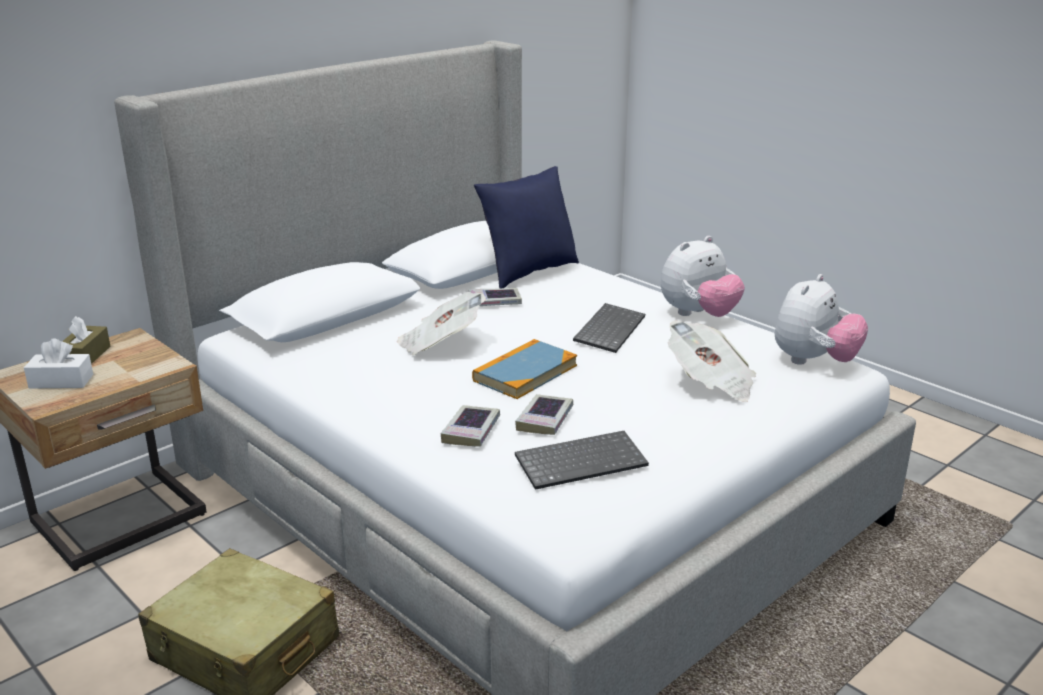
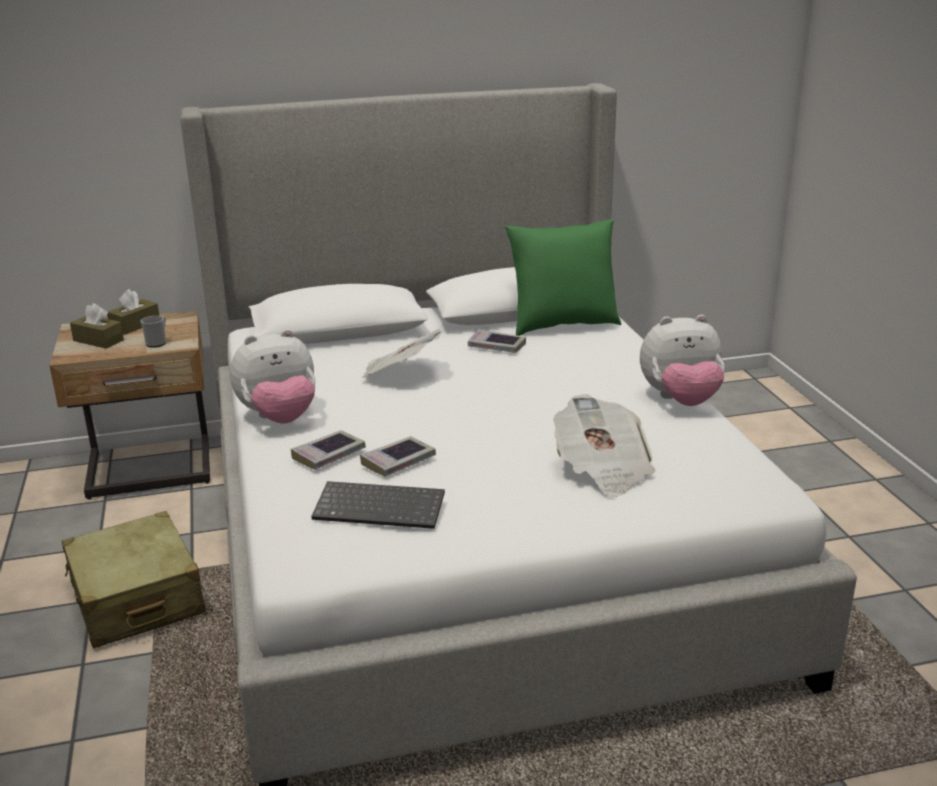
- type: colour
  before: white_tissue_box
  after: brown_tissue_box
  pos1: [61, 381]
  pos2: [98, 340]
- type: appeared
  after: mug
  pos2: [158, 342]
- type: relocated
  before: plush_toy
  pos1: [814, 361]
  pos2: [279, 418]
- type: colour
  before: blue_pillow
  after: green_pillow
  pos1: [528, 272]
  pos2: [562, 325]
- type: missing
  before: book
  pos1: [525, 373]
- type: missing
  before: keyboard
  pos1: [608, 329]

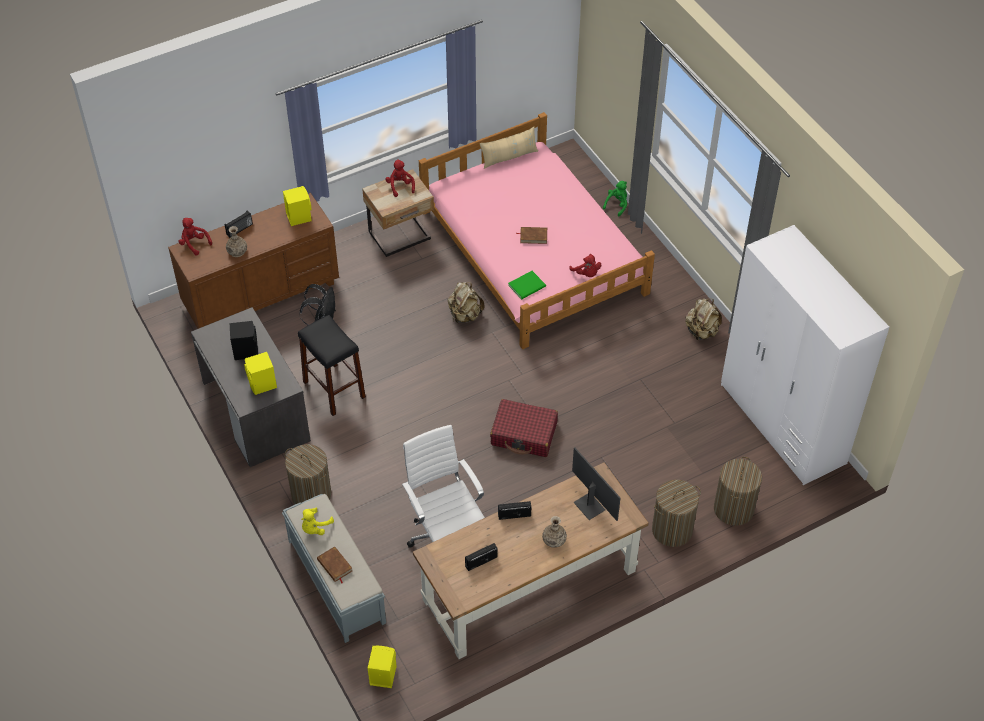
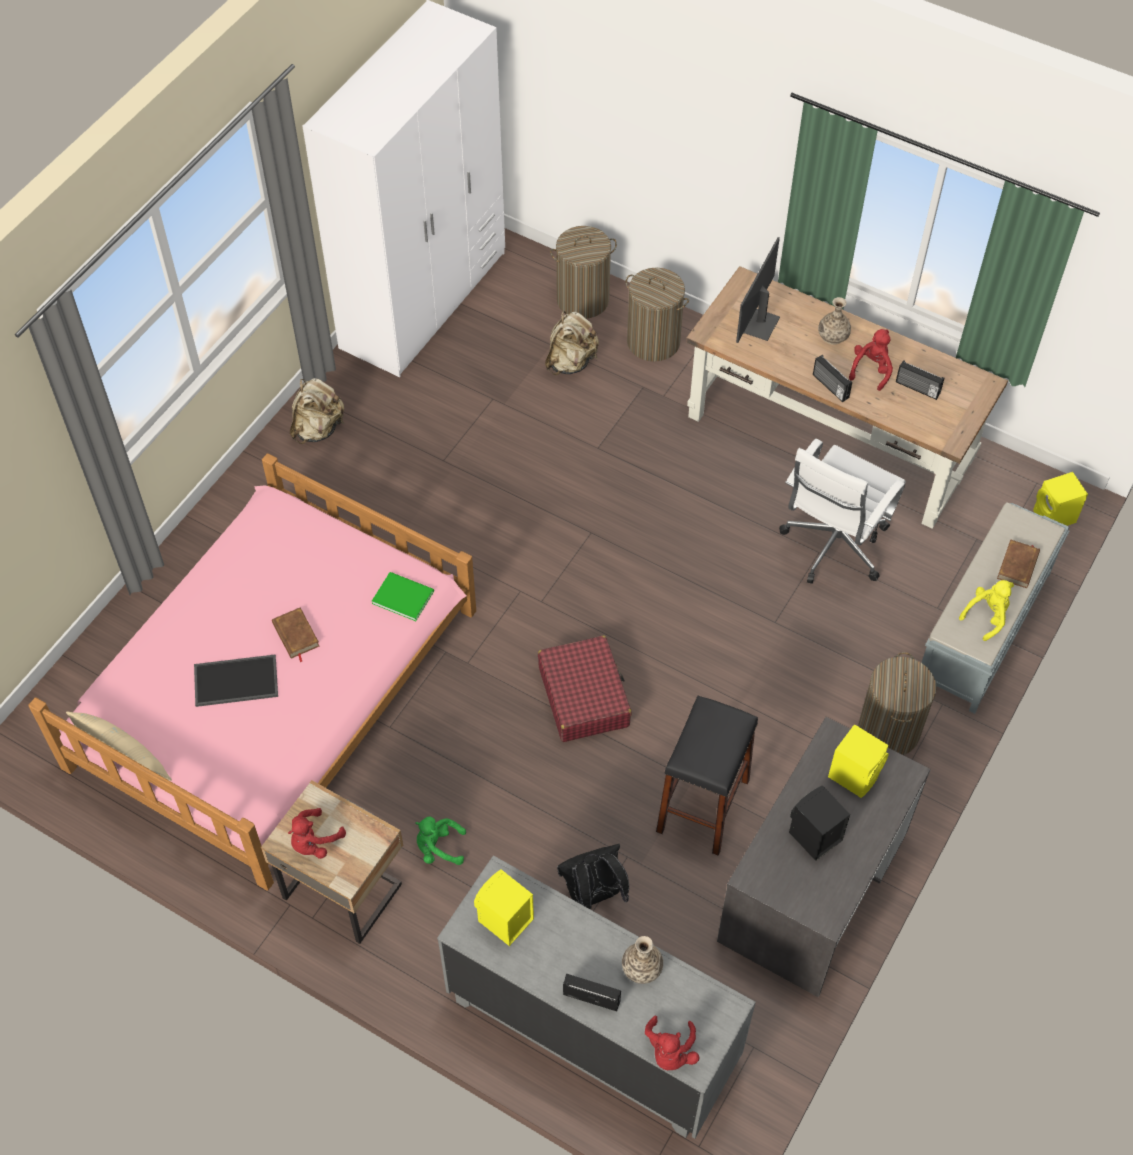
- type: appeared
  after: tray
  pos2: [235, 682]
- type: relocated
  before: green_plush_toy
  pos1: [617, 205]
  pos2: [438, 848]
- type: colour
  before: brown_dresser
  after: grey_dresser
  pos1: [261, 294]
  pos2: [592, 1028]
- type: relocated
  before: red_suitcase
  pos1: [524, 434]
  pos2: [584, 696]
- type: relocated
  before: beige_backpack
  pos1: [465, 315]
  pos2: [570, 362]
- type: relocated
  before: red_plush_toy
  pos1: [586, 274]
  pos2: [871, 370]
- type: spun
  before: yellow_plush_toy
  pos1: [315, 528]
  pos2: [987, 616]
  turn: -45

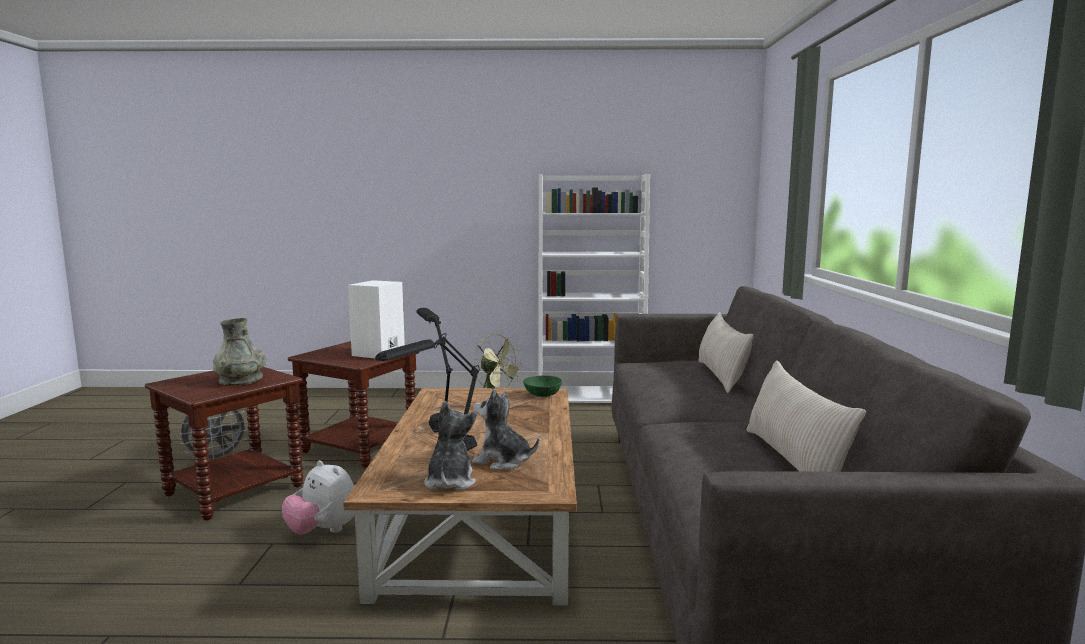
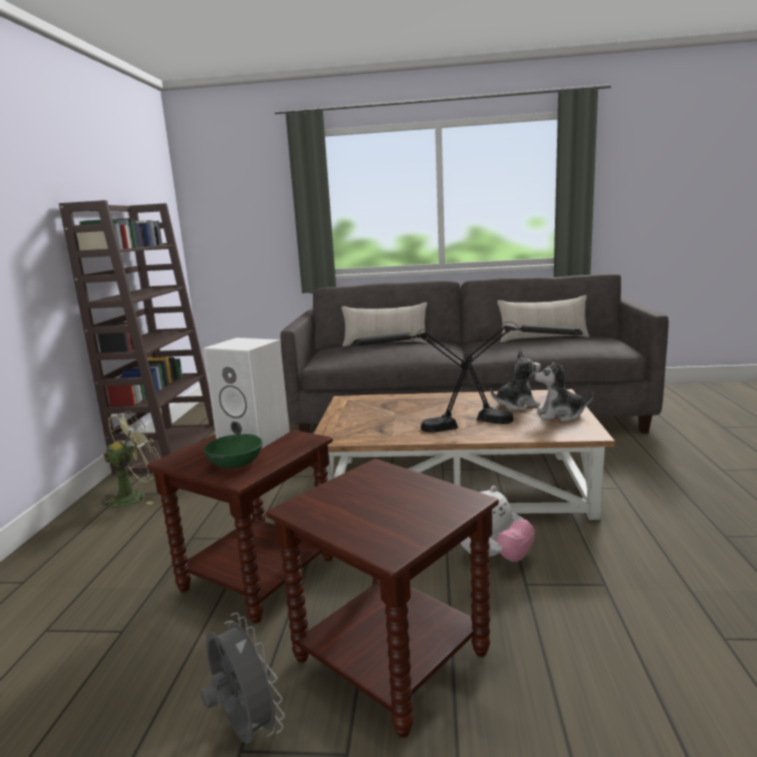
- type: colour
  before: white_bookcase
  after: brown_bookcase
  pos1: [591, 396]
  pos2: [169, 449]
- type: relocated
  before: green_bowl
  pos1: [543, 394]
  pos2: [235, 463]
- type: spun
  before: plush_toy
  pos1: [503, 461]
  pos2: [516, 405]
  turn: -135
- type: missing
  before: grey_vase
  pos1: [241, 380]

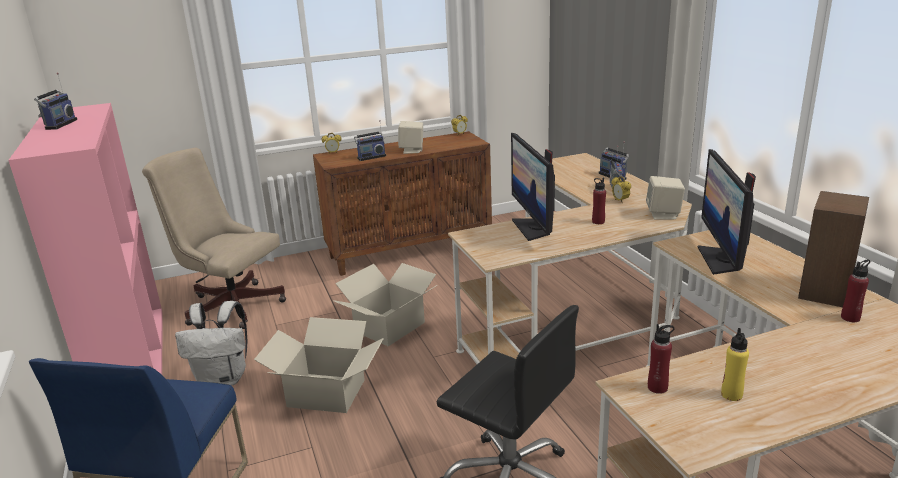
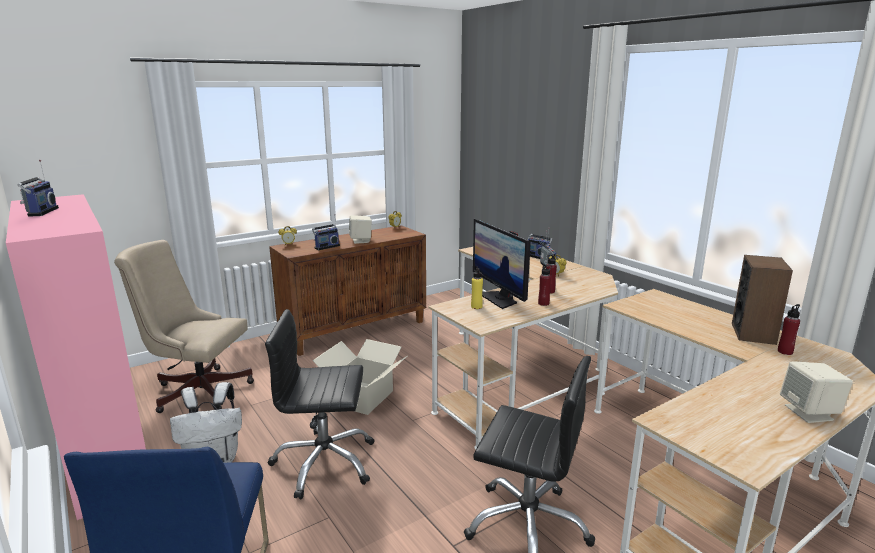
- type: exchanged
  before: cardboard_box
  after: black_office_chair
  pos1: [326, 392]
  pos2: [324, 463]
- type: relocated
  before: yellow_bottle
  pos1: [731, 395]
  pos2: [476, 307]
- type: relocated
  before: red_bottle
  pos1: [657, 387]
  pos2: [543, 303]
- type: relocated
  before: beige_speaker
  pos1: [663, 215]
  pos2: [809, 413]
- type: missing
  before: monitor
  pos1: [721, 260]

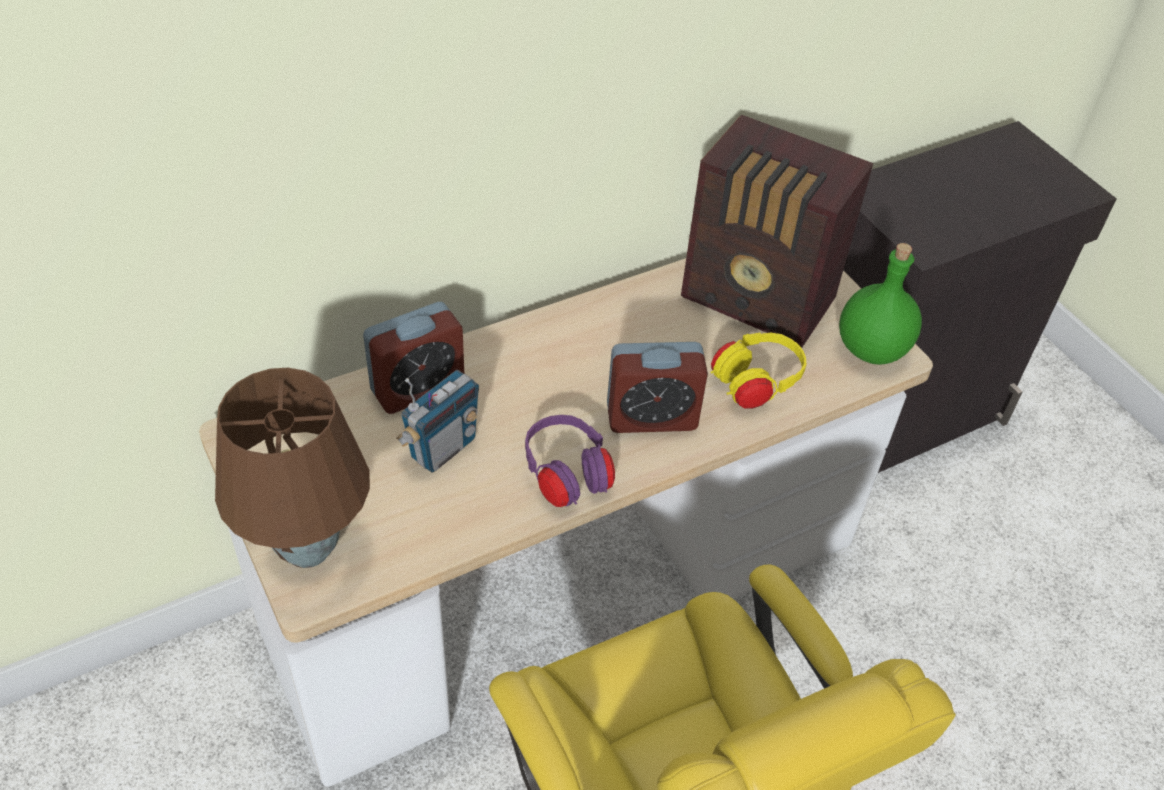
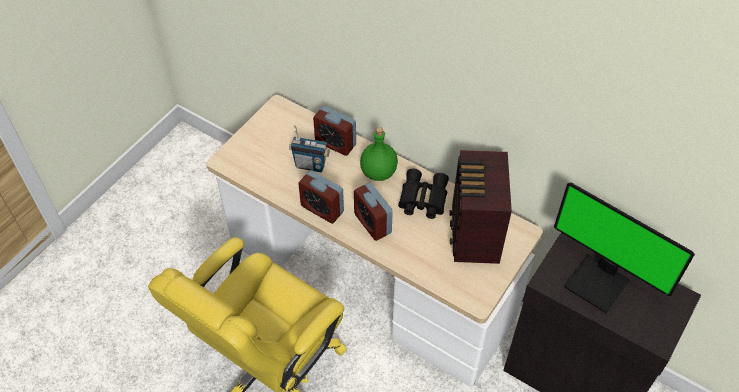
- type: exchanged
  before: purple_headphones
  after: alarm_clock
  pos1: [567, 476]
  pos2: [322, 209]
- type: relocated
  before: green_bottle
  pos1: [870, 348]
  pos2: [379, 172]
- type: appeared
  after: black_binoculars
  pos2: [422, 199]
- type: appeared
  after: monitor
  pos2: [599, 283]
- type: missing
  before: brown_table_lamp
  pos1: [305, 549]
- type: missing
  before: yellow_headphones
  pos1: [755, 384]

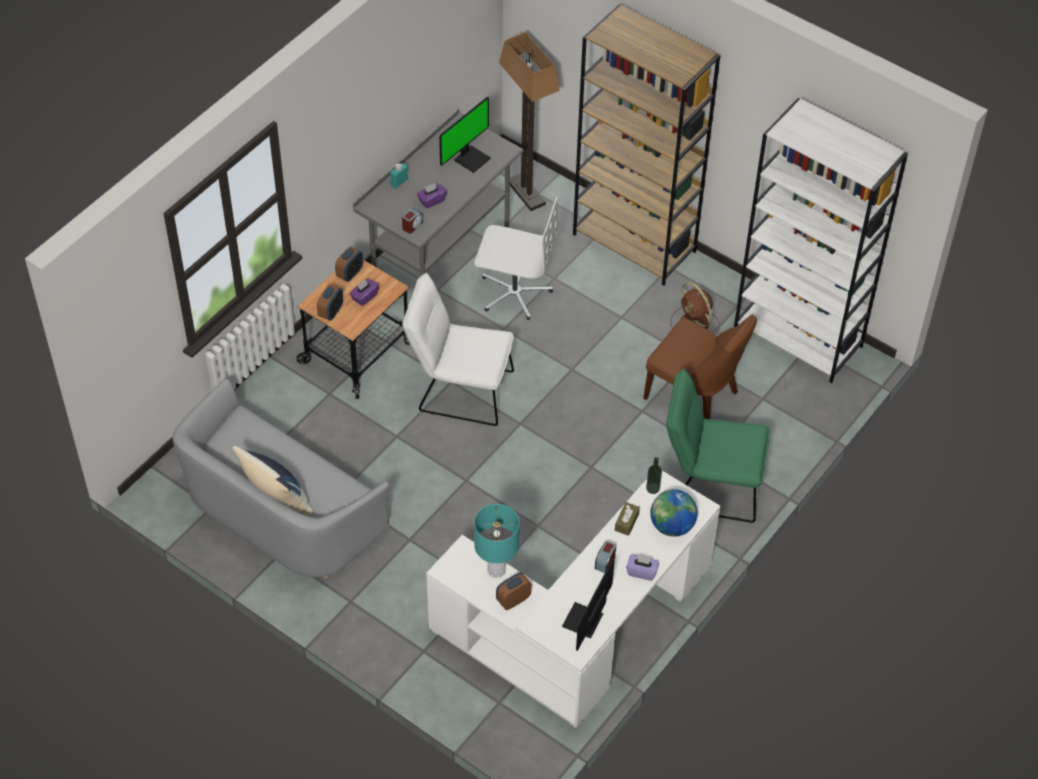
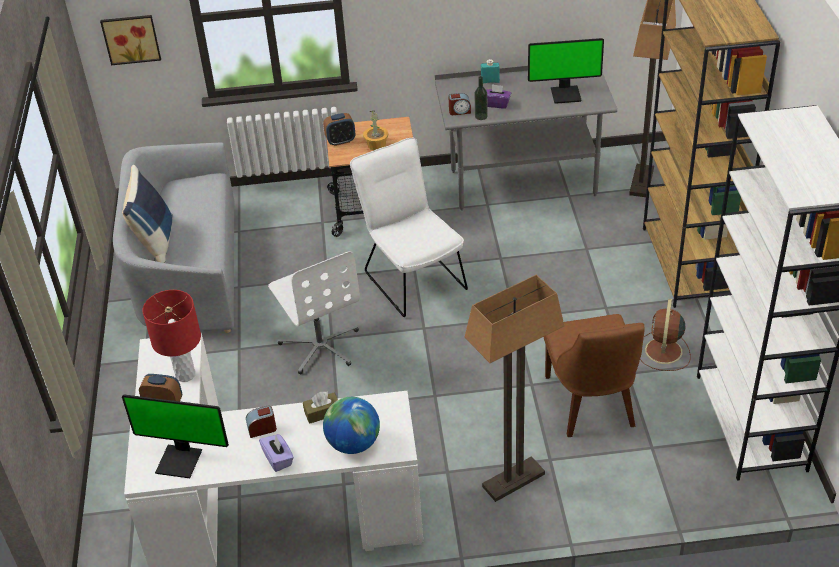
- type: appeared
  after: picture
  pos2: [131, 38]
- type: spun
  before: monitor
  pos1: [584, 622]
  pos2: [180, 460]
  turn: -150
- type: colour
  before: turquoise_table_lamp
  after: red_table_lamp
  pos1: [496, 570]
  pos2: [185, 374]
- type: relocated
  before: white_office_chair
  pos1: [514, 292]
  pos2: [320, 345]
- type: exchanged
  before: purple_tissue_box
  after: potted_plant
  pos1: [364, 297]
  pos2: [376, 145]
- type: exchanged
  before: green_chair
  after: floor_lamp
  pos1: [709, 485]
  pos2: [513, 480]
- type: relocated
  before: bottle
  pos1: [653, 488]
  pos2: [481, 116]
- type: missing
  before: alarm_clock
  pos1: [350, 274]

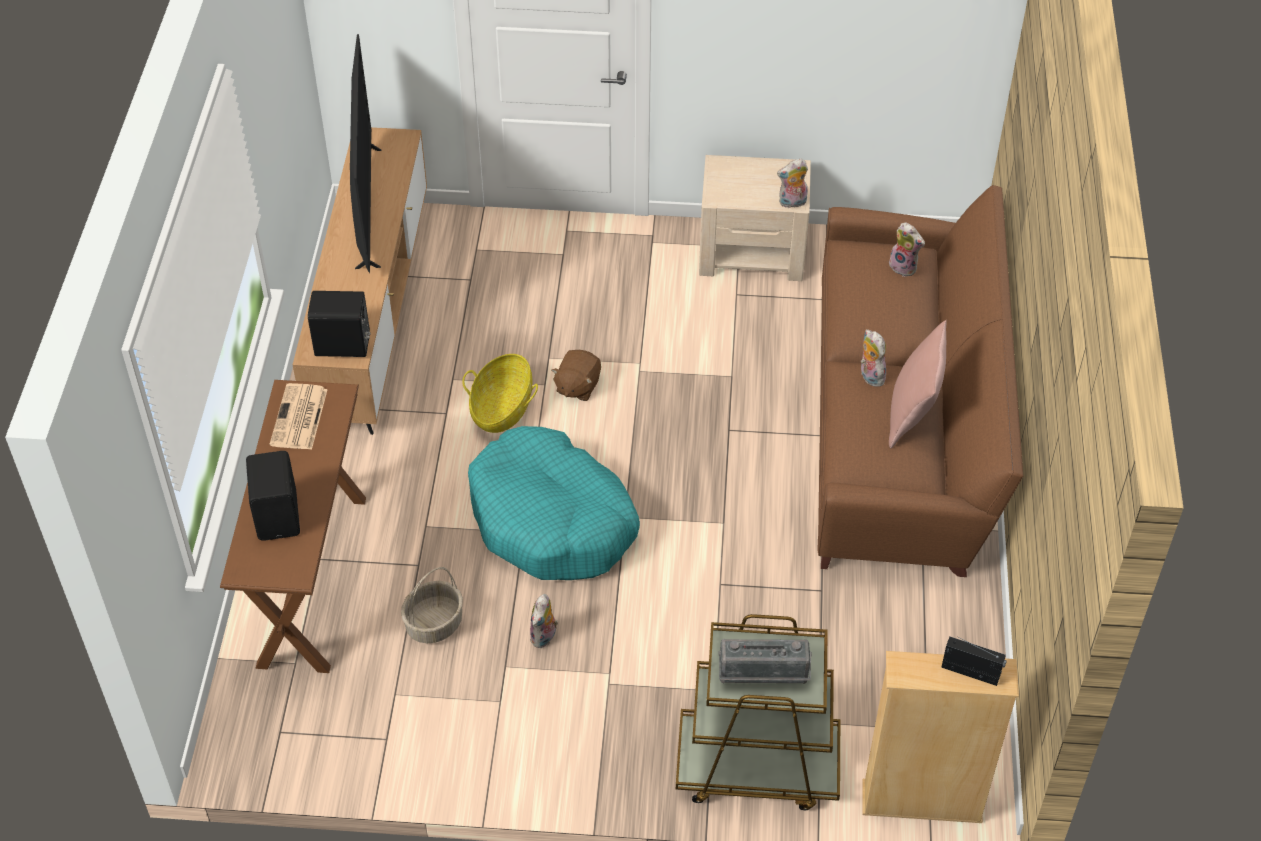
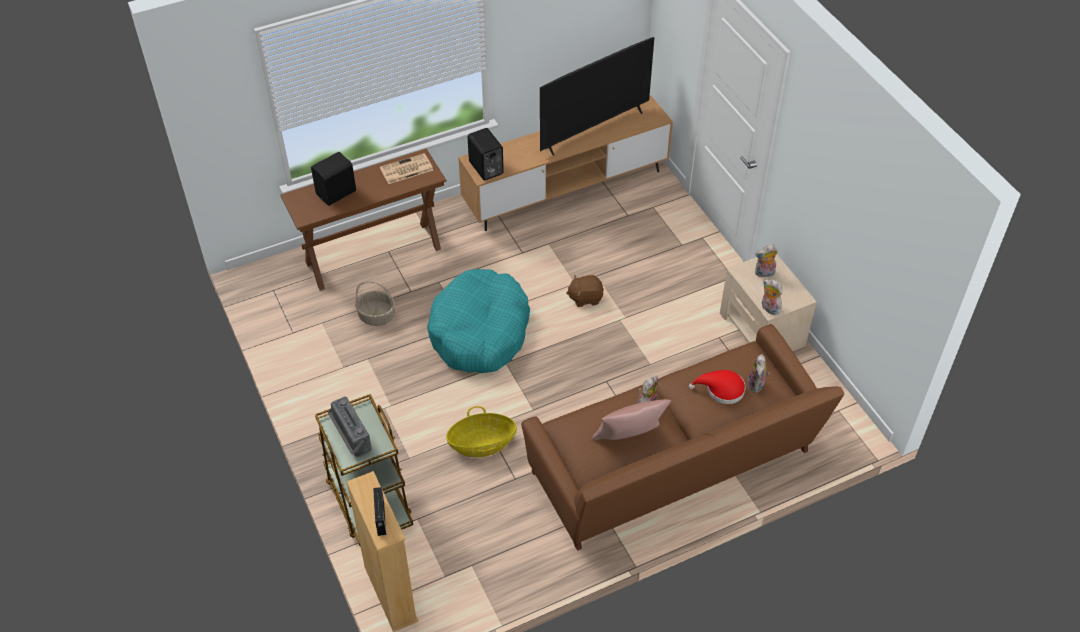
- type: relocated
  before: basket
  pos1: [502, 408]
  pos2: [482, 444]
- type: appeared
  after: red_hat
  pos2: [721, 390]
- type: relocated
  before: plush_toy
  pos1: [544, 637]
  pos2: [764, 274]

